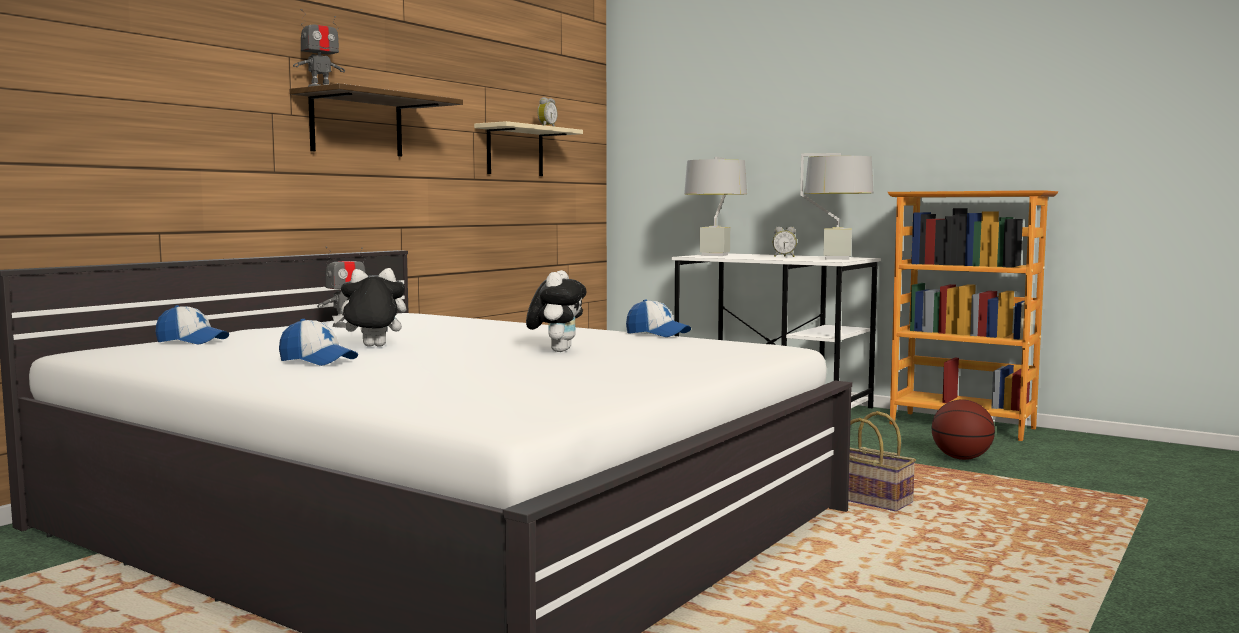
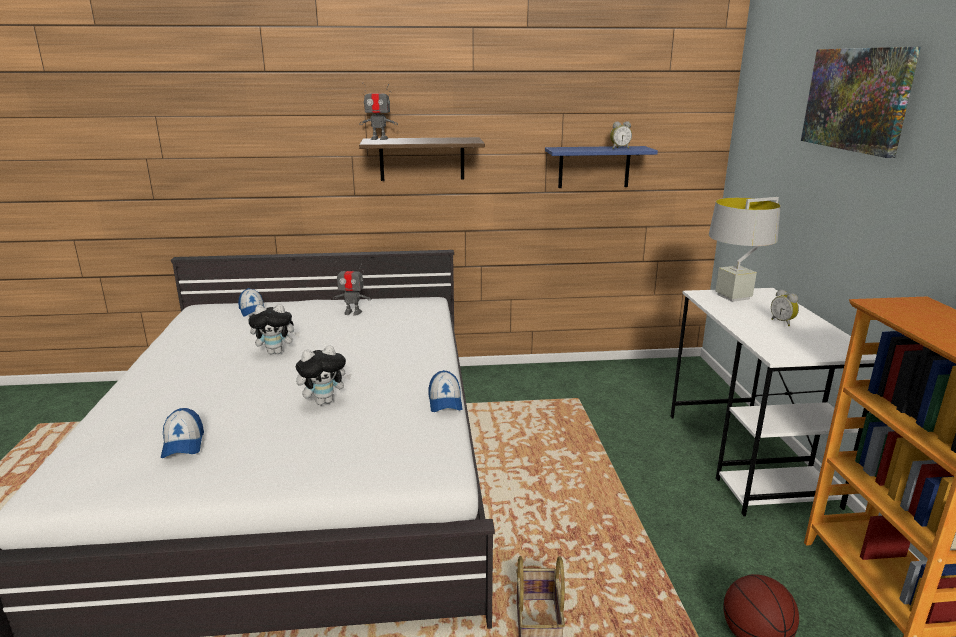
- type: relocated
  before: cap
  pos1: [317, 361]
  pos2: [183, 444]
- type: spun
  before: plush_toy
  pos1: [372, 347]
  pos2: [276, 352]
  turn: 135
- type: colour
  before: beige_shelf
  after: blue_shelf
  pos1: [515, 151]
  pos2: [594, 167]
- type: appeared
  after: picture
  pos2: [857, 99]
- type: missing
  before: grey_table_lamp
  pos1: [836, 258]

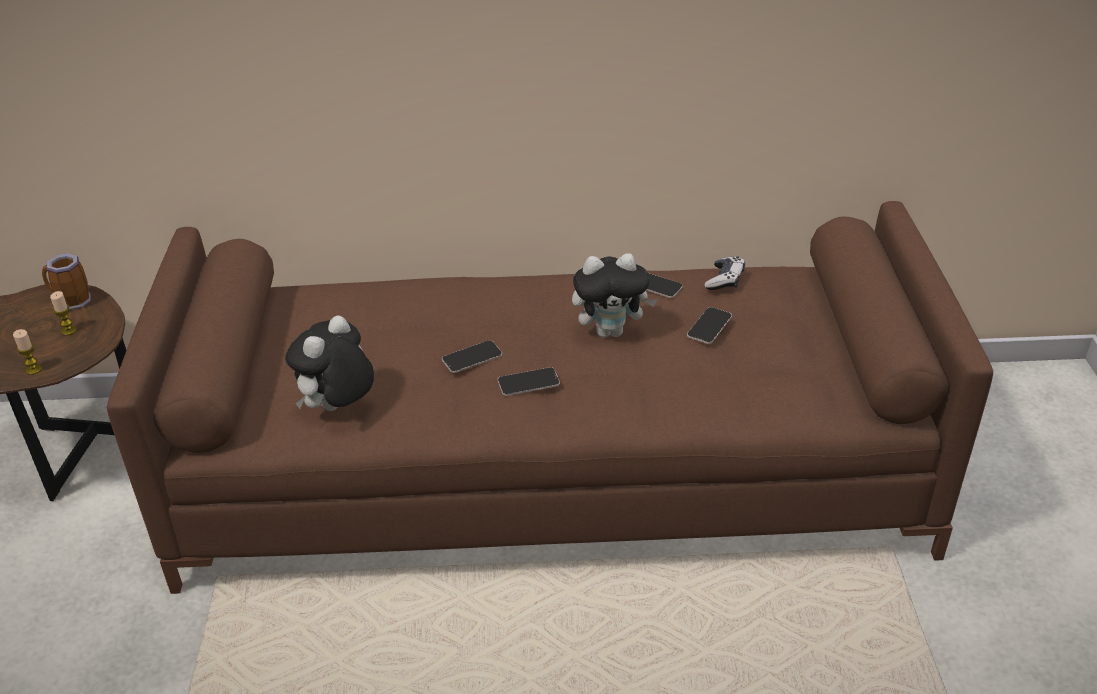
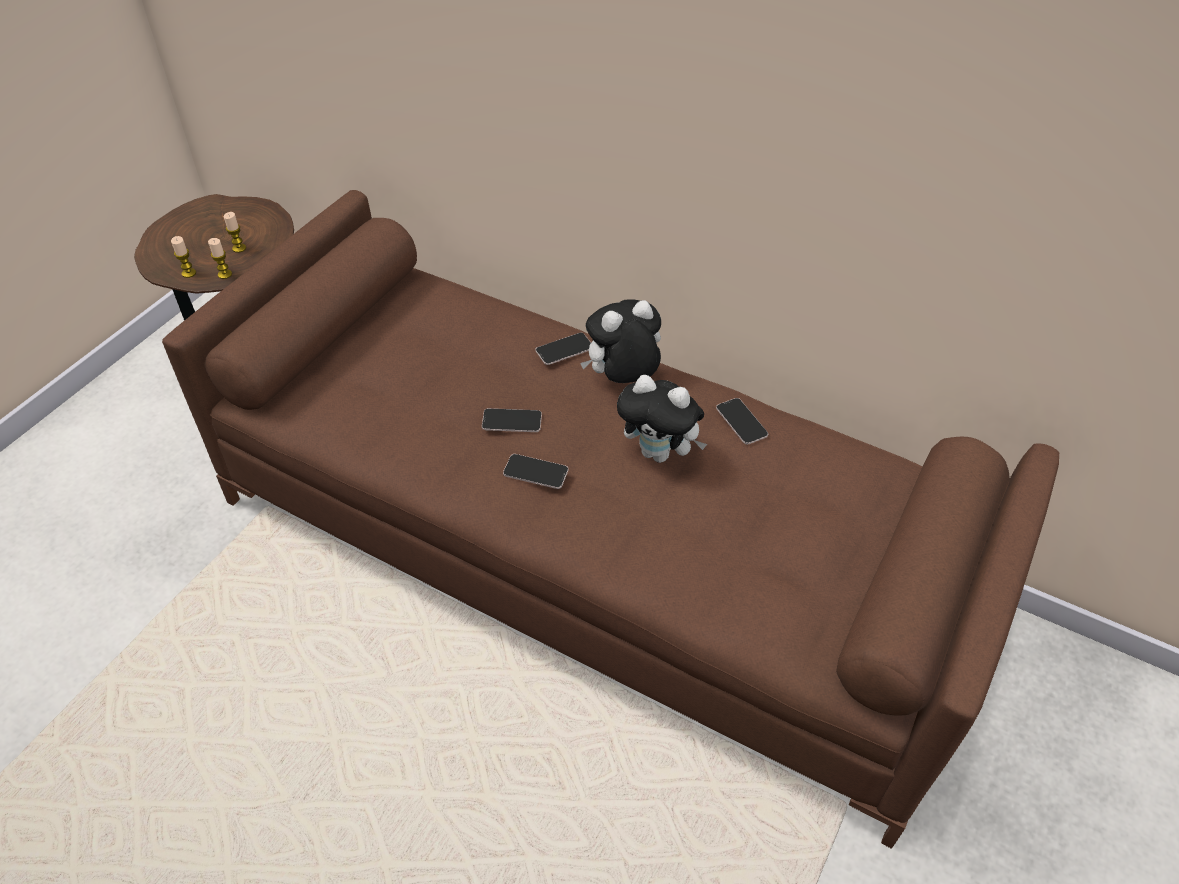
- type: appeared
  after: candle
  pos2: [225, 274]
- type: relocated
  before: phone
  pos1: [709, 326]
  pos2: [564, 349]
- type: relocated
  before: plush_toy
  pos1: [338, 408]
  pos2: [622, 380]
- type: missing
  before: mug
  pos1: [71, 302]
- type: missing
  before: game_controller
  pos1: [724, 280]

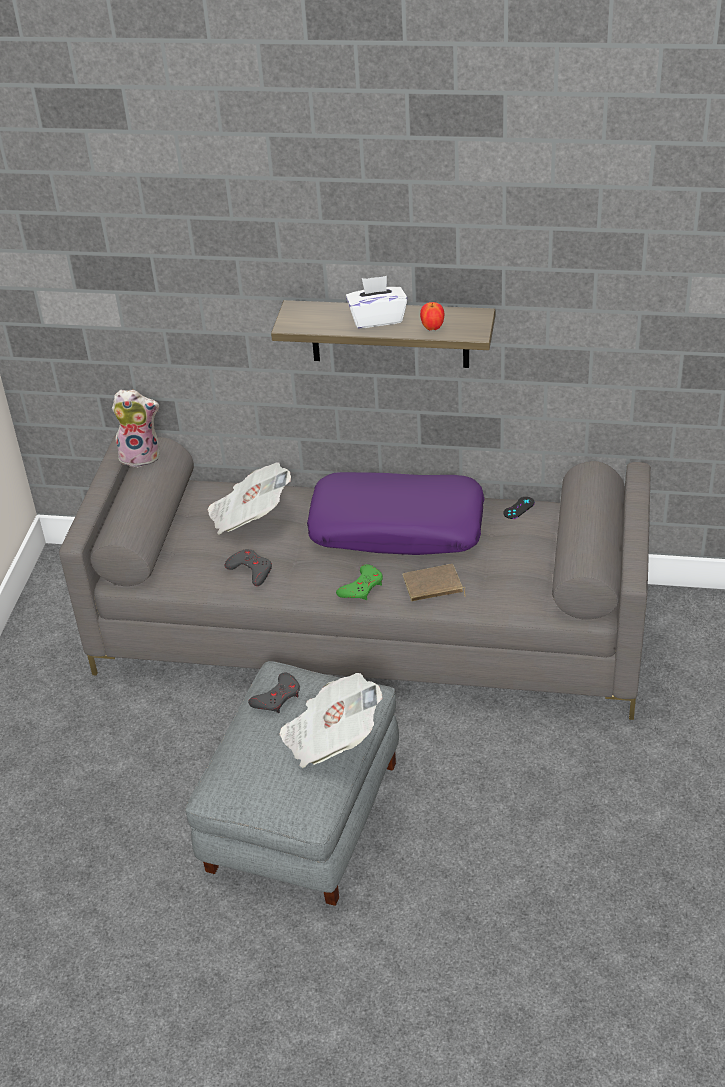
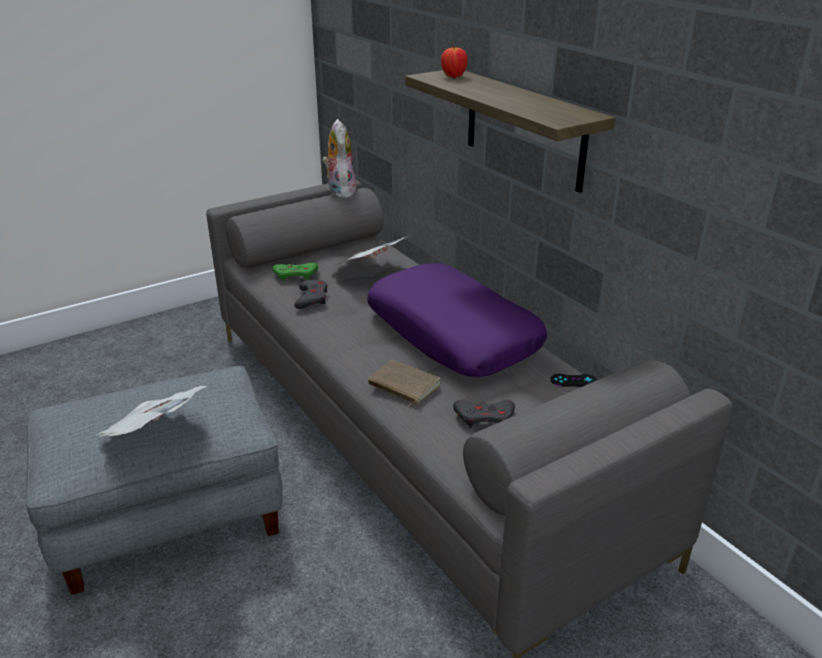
- type: relocated
  before: green_game_controller
  pos1: [362, 587]
  pos2: [295, 275]
- type: spun
  before: plush_toy
  pos1: [142, 456]
  pos2: [340, 191]
  turn: -150
- type: relocated
  before: apple
  pos1: [432, 328]
  pos2: [453, 76]
- type: relocated
  before: grey_game_controller
  pos1: [277, 697]
  pos2: [484, 417]
- type: missing
  before: white_tissue_box
  pos1: [377, 319]

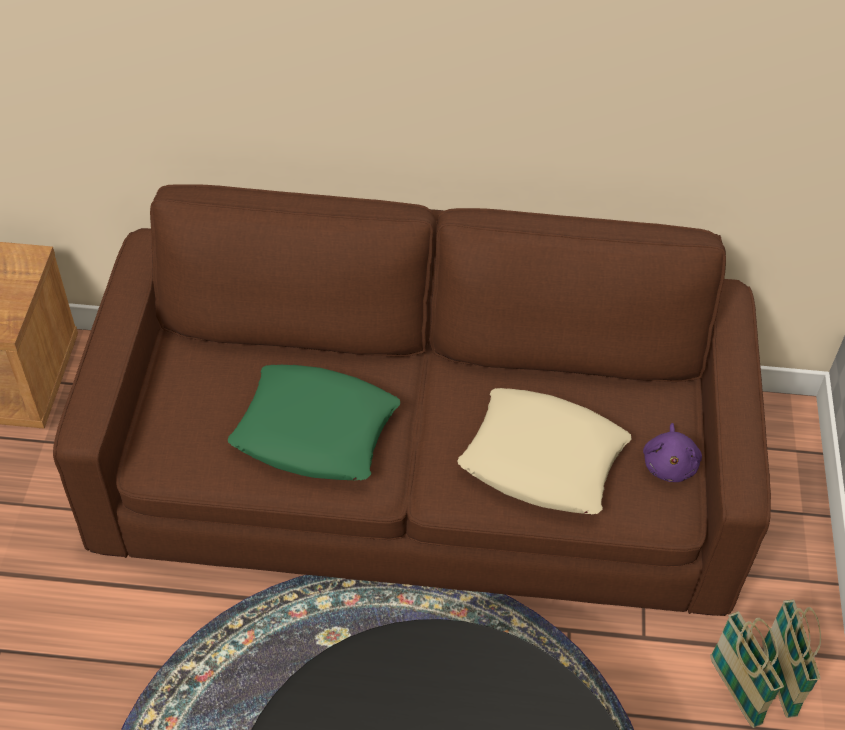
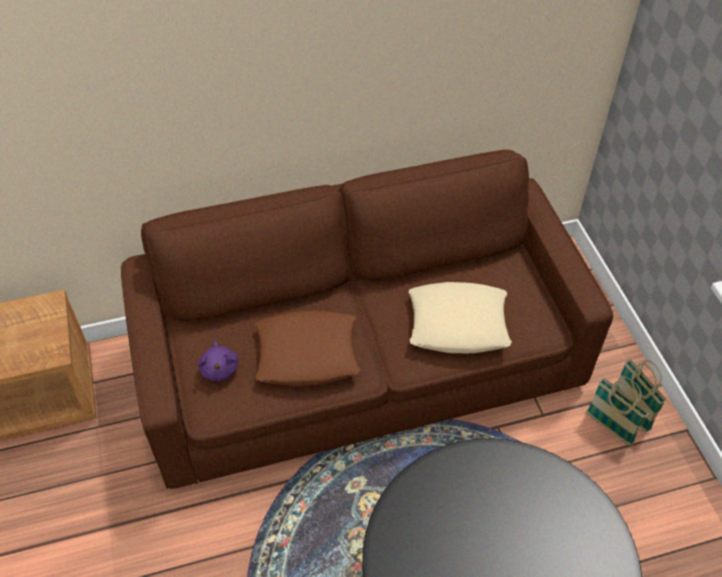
- type: relocated
  before: purple_plush_toy
  pos1: [669, 464]
  pos2: [220, 368]
- type: colour
  before: green_pillow
  after: brown_pillow
  pos1: [316, 431]
  pos2: [307, 353]

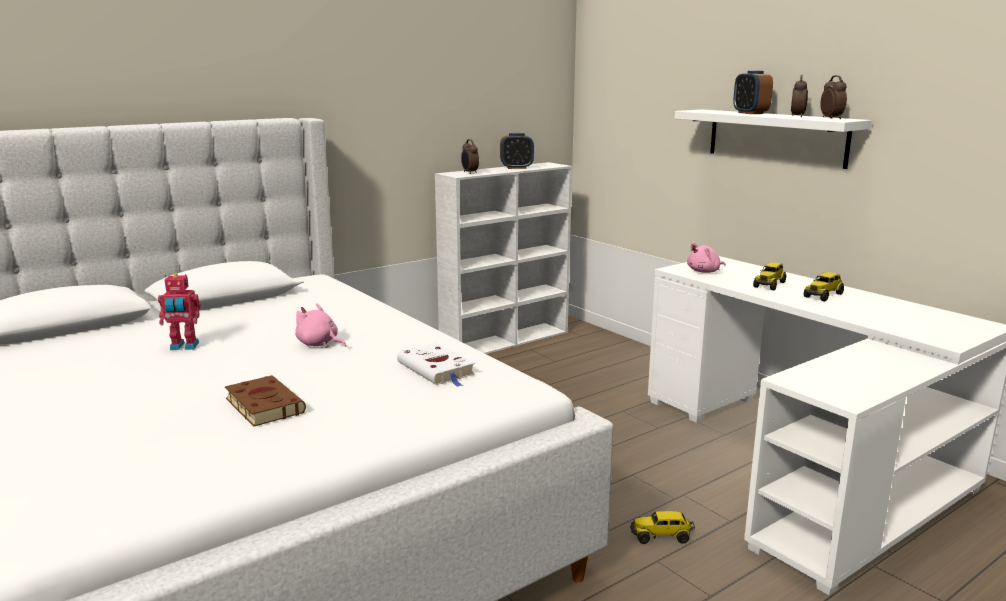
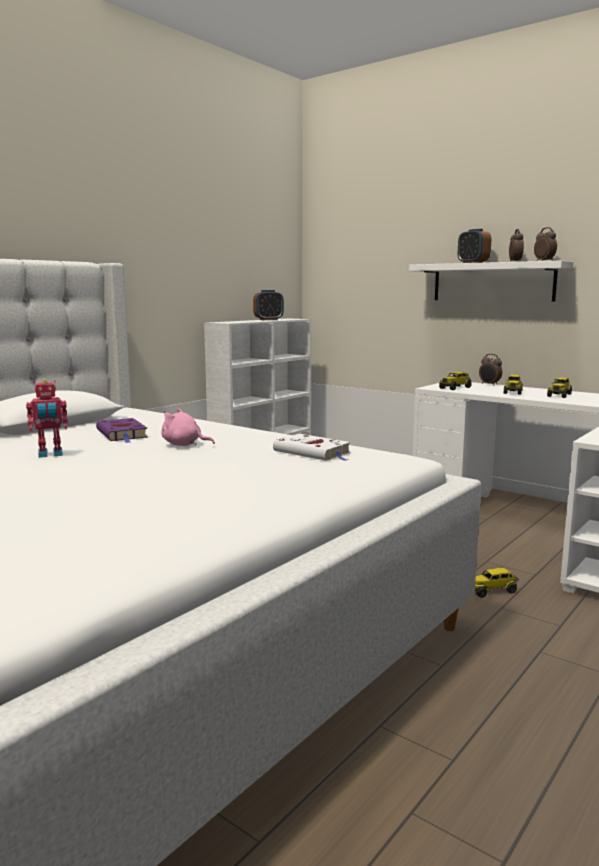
- type: appeared
  after: purple_book
  pos2: [122, 434]
- type: exchanged
  before: pink_plush_toy
  after: toy_truck
  pos1: [705, 272]
  pos2: [455, 388]
- type: relocated
  before: alarm_clock
  pos1: [469, 173]
  pos2: [489, 384]
- type: missing
  before: brown_book
  pos1: [263, 405]

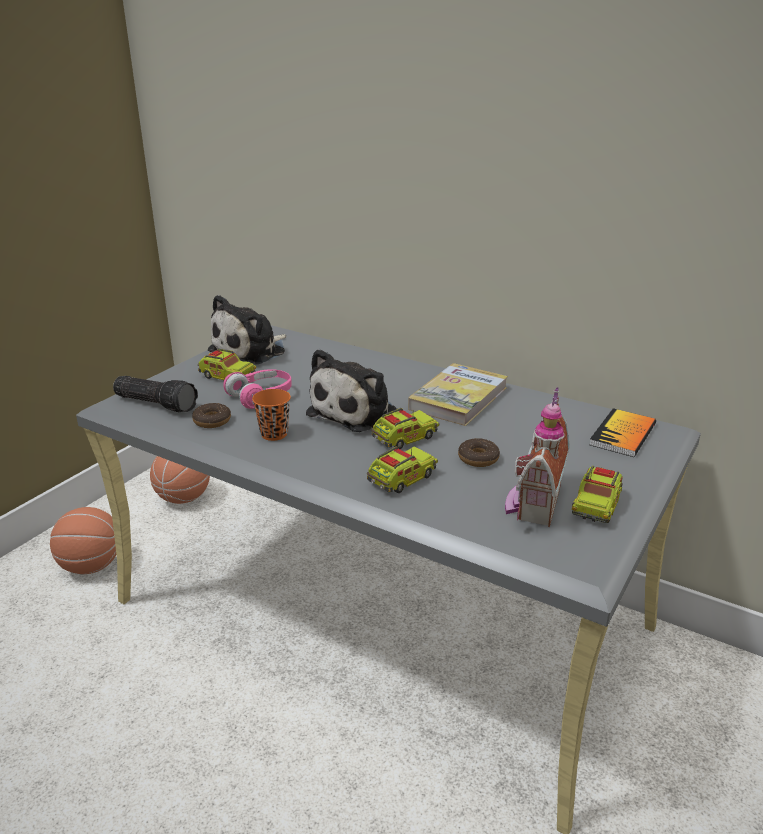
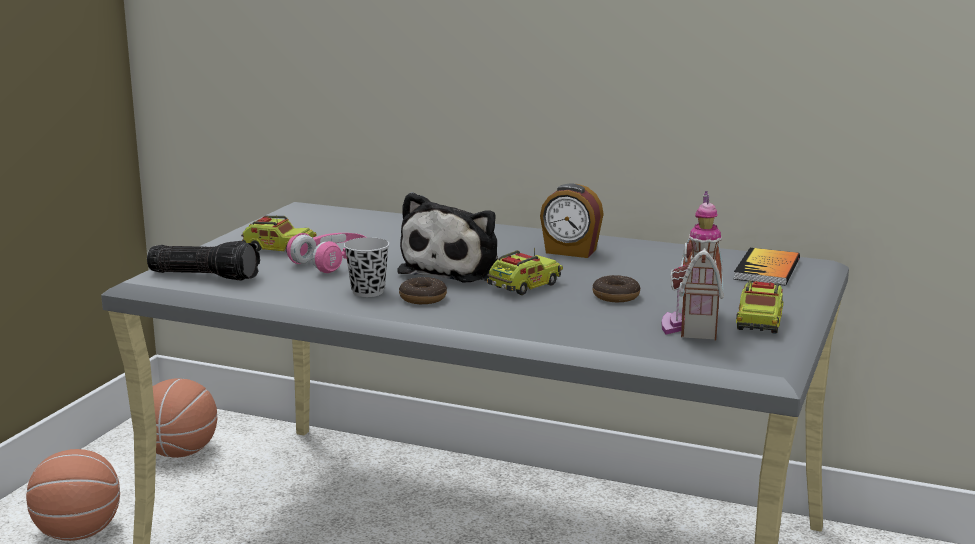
- type: colour
  before: orange_cup
  after: black_cup
  pos1: [274, 434]
  pos2: [368, 292]
- type: relocated
  before: donut
  pos1: [212, 421]
  pos2: [423, 298]
- type: exchanged
  before: book
  after: alarm_clock
  pos1: [458, 398]
  pos2: [570, 252]
- type: missing
  before: plush_toy
  pos1: [251, 351]
- type: missing
  before: toy_truck
  pos1: [401, 479]

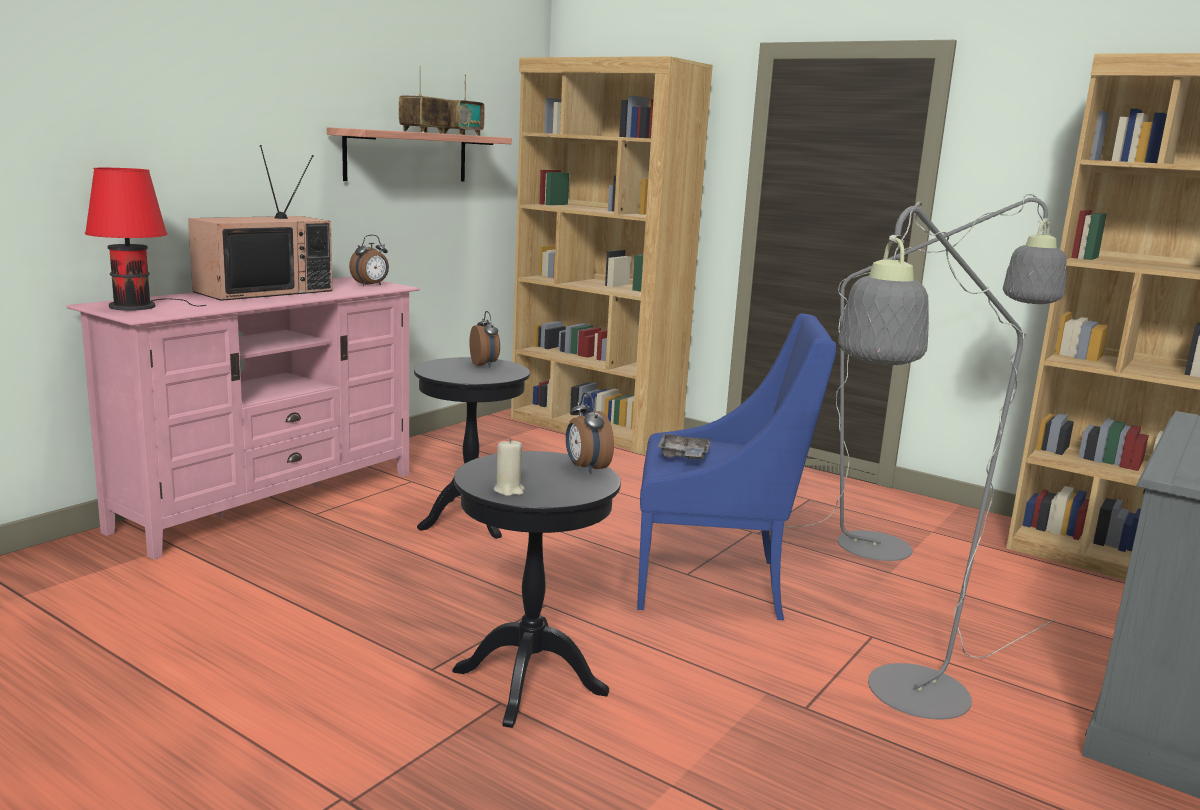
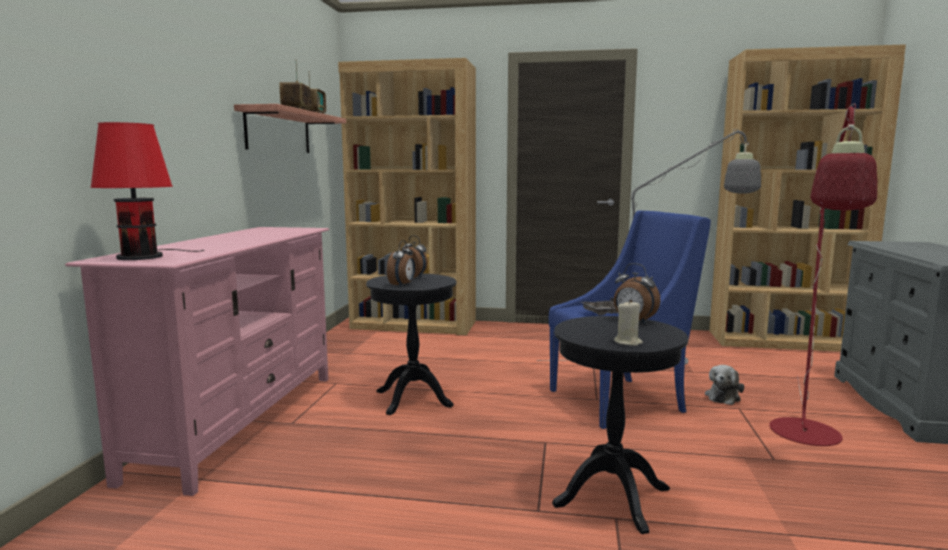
- type: relocated
  before: alarm_clock
  pos1: [371, 285]
  pos2: [402, 285]
- type: appeared
  after: plush_toy
  pos2: [723, 396]
- type: colour
  before: grey_floor_lamp
  after: red_floor_lamp
  pos1: [903, 699]
  pos2: [806, 438]
- type: missing
  before: television
  pos1: [264, 291]

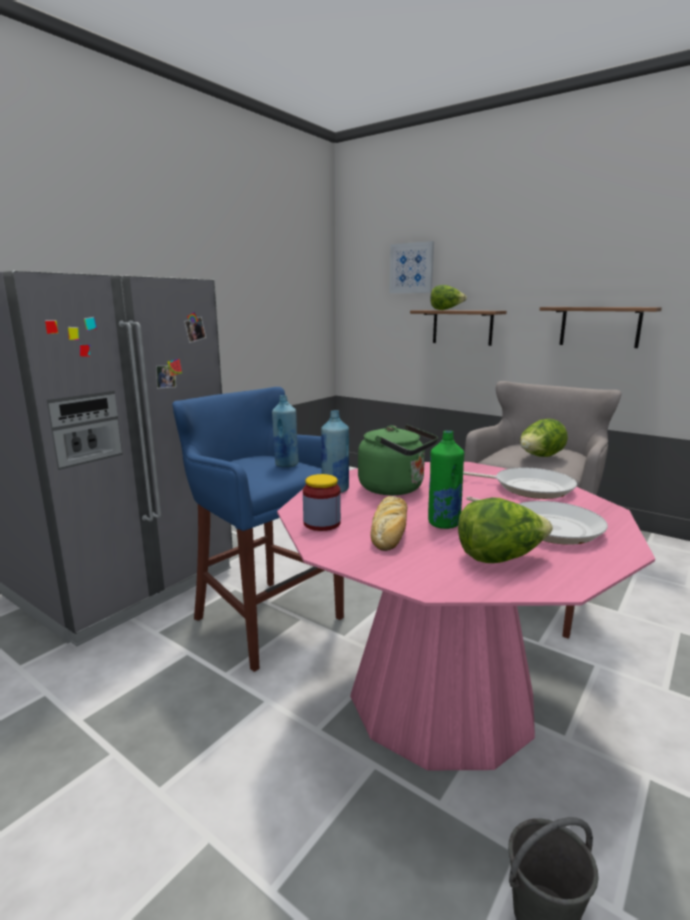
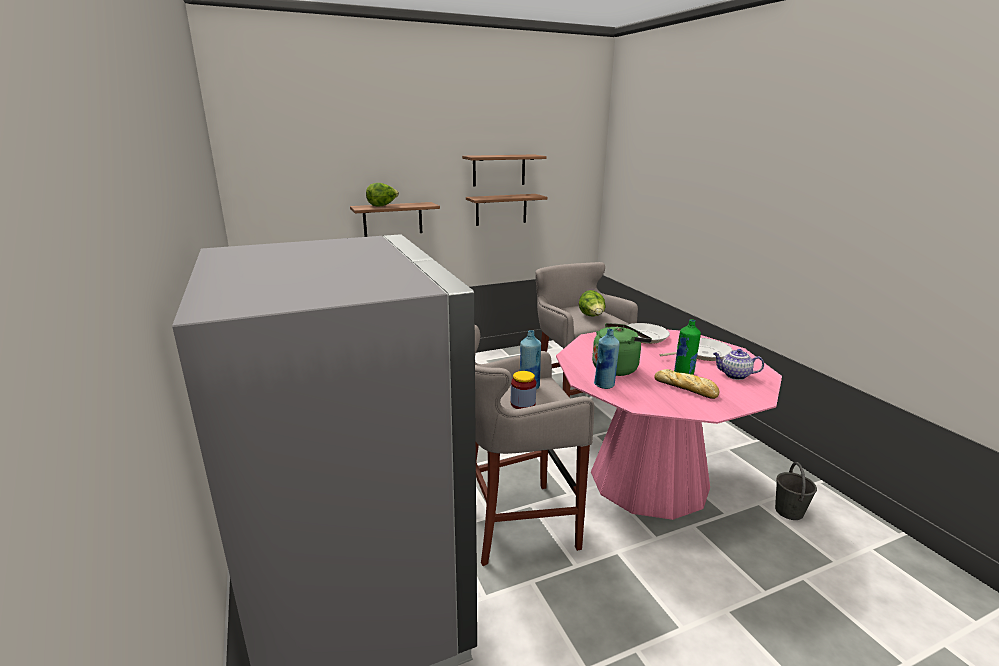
- type: appeared
  after: shelf
  pos2: [499, 170]
- type: colour
  before: blue_stool
  after: grey_stool
  pos1: [264, 618]
  pos2: [514, 524]
- type: relocated
  before: jar
  pos1: [322, 523]
  pos2: [523, 404]
- type: exchanged
  before: lettuce
  after: teapot
  pos1: [499, 558]
  pos2: [734, 375]
- type: missing
  before: picture
  pos1: [411, 268]

